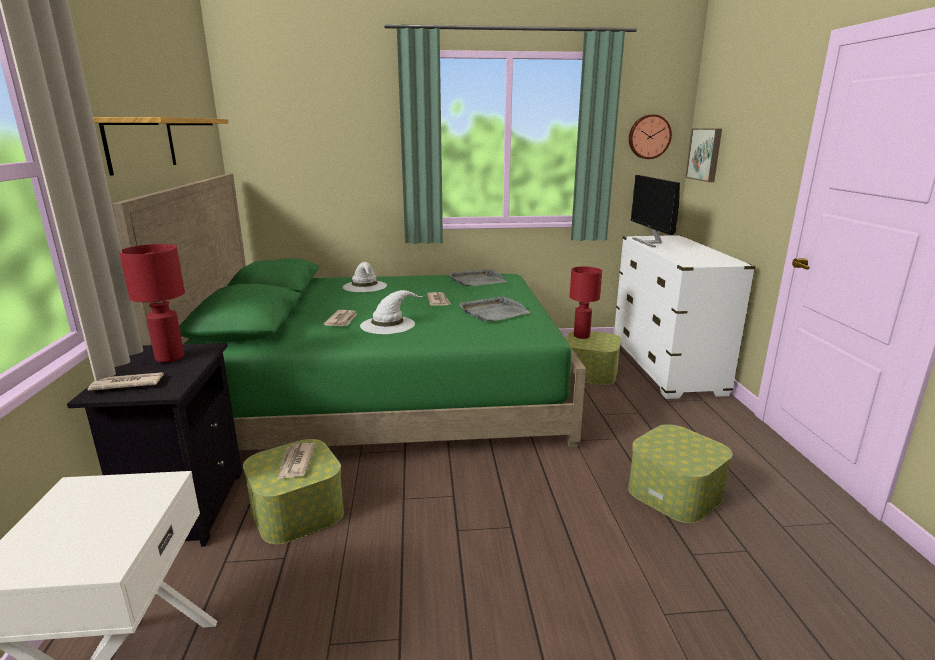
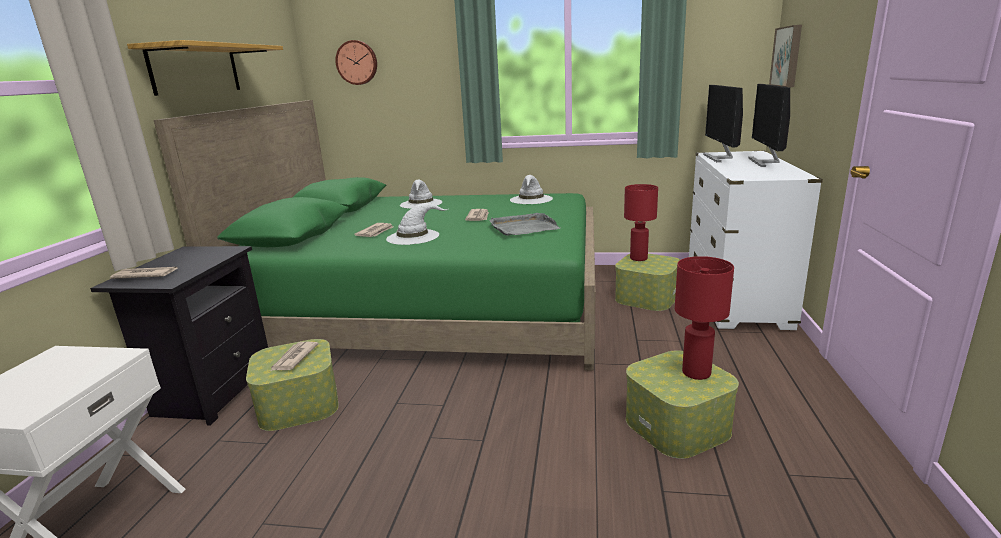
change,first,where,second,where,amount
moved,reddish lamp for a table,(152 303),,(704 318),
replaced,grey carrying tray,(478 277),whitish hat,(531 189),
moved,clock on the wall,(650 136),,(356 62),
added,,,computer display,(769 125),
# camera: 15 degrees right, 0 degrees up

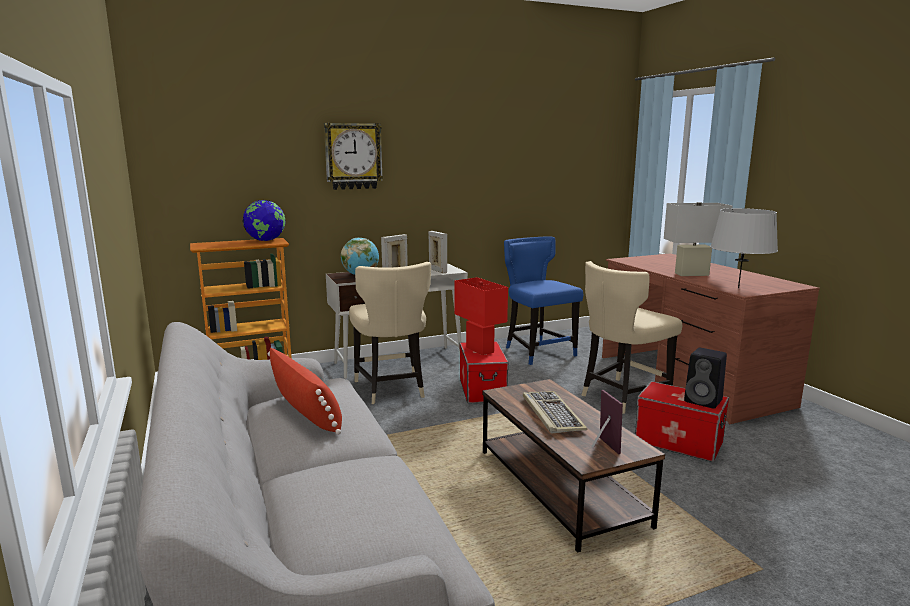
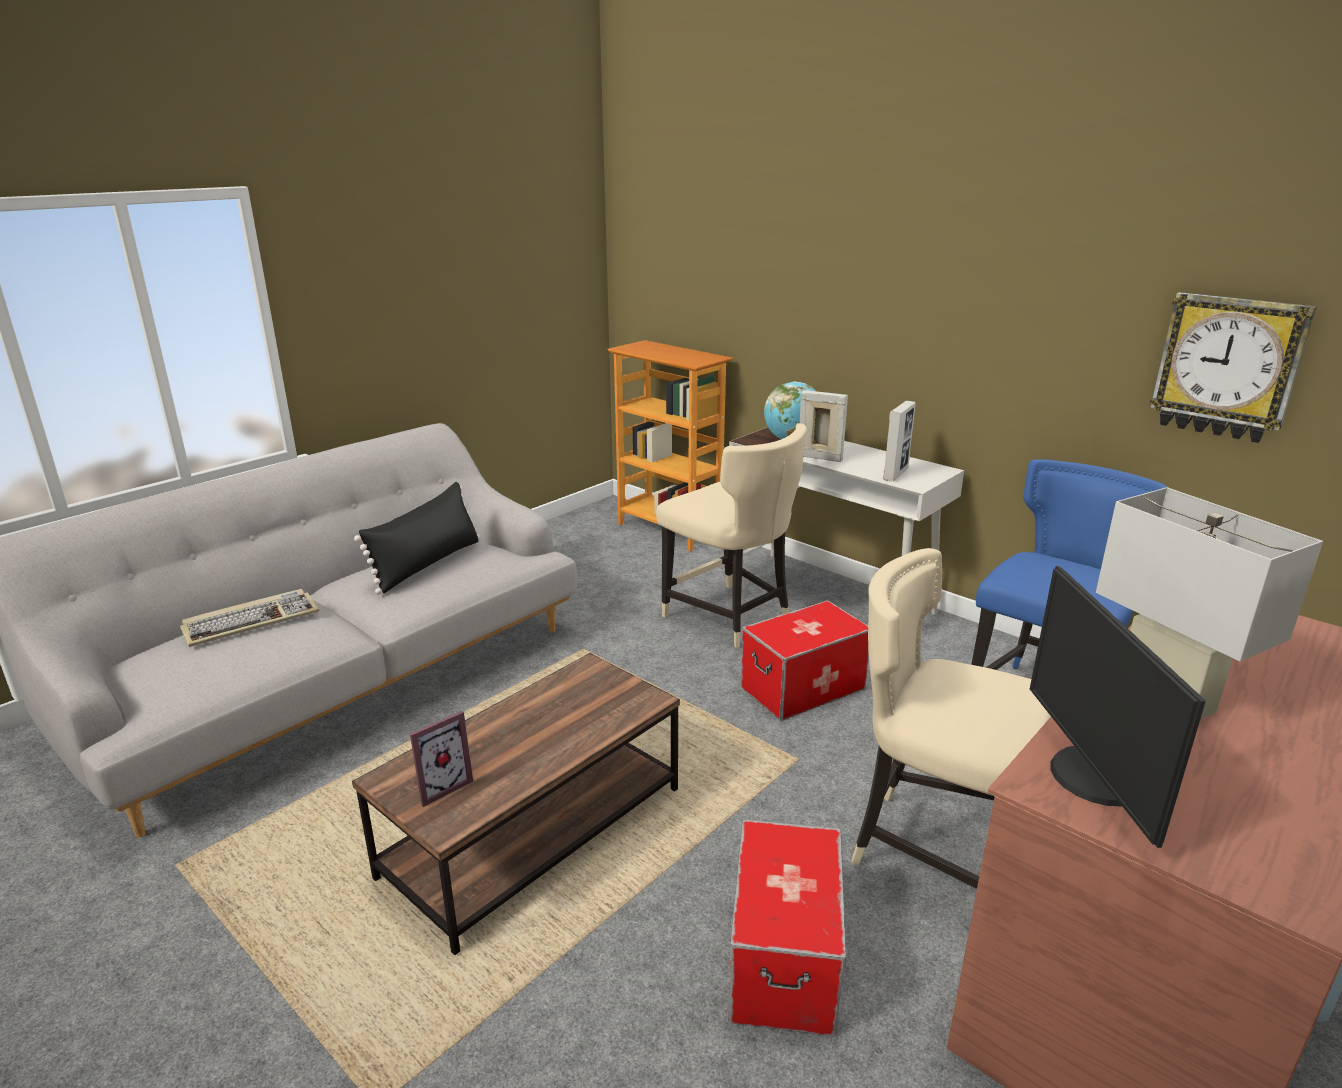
change,first,where,second,where,amount
removed,globe,(264 220),,,
recoloured,reddish cushion,(305 391),black cushion,(417 538),
moved,clock on the wall,(353 156),,(1233 367),
turned,beige chair,(390 333),,(731 535),90 degrees counterclockwise
removed,reddish lamp for a table,(481 316),,,
moved,PC keyboard,(555 412),,(249 618),
removed,black loudspeaker,(705 378),,,
replaced,grey lamp for a table,(744 248),computer display,(1118 707),
# camera: 65 degrees right, 10 degrees up

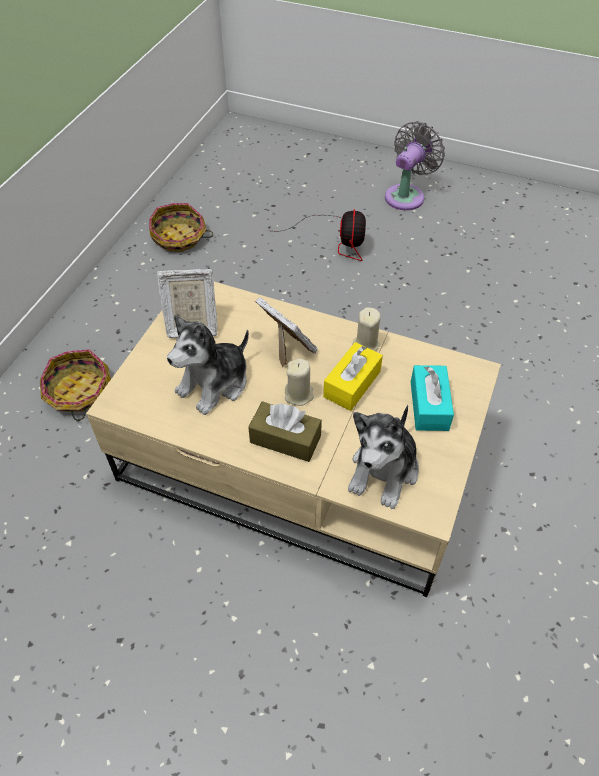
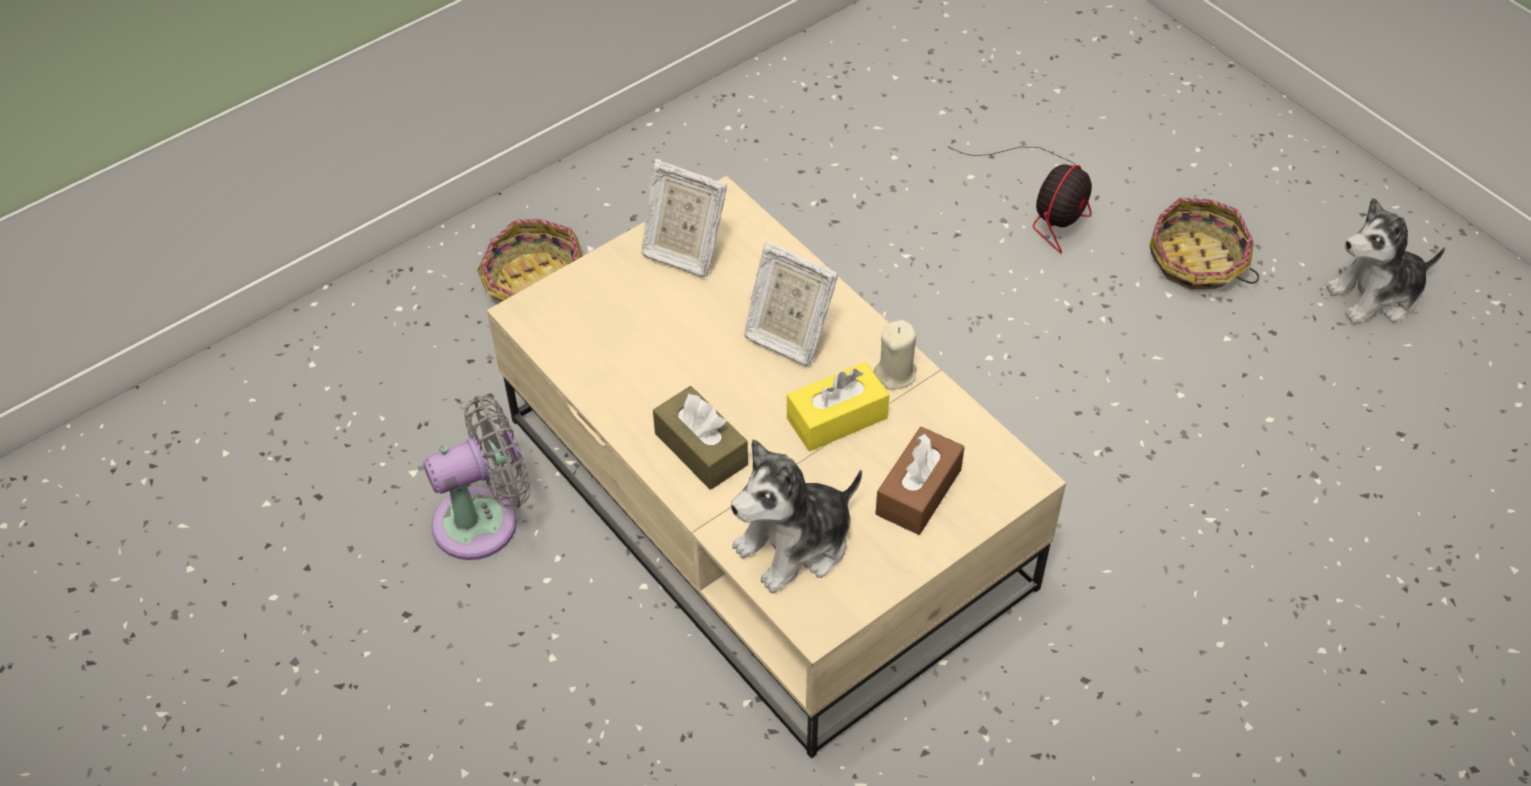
change,first,where,second,where,amount
moved,basket,(181 227),,(1204 243),
moved,soft toy,(208 365),,(1385 261),
turned,photo frame,(286 332),,(791 304),135 degrees clockwise
removed,beige wax candle,(299 382),,,
moved,grey electric fan,(415 165),,(477 477),
recoloured,turquoise box of tissues,(432 398),brown box of tissues,(920 481),
# camera: 30 degrees right, 0 degrees up

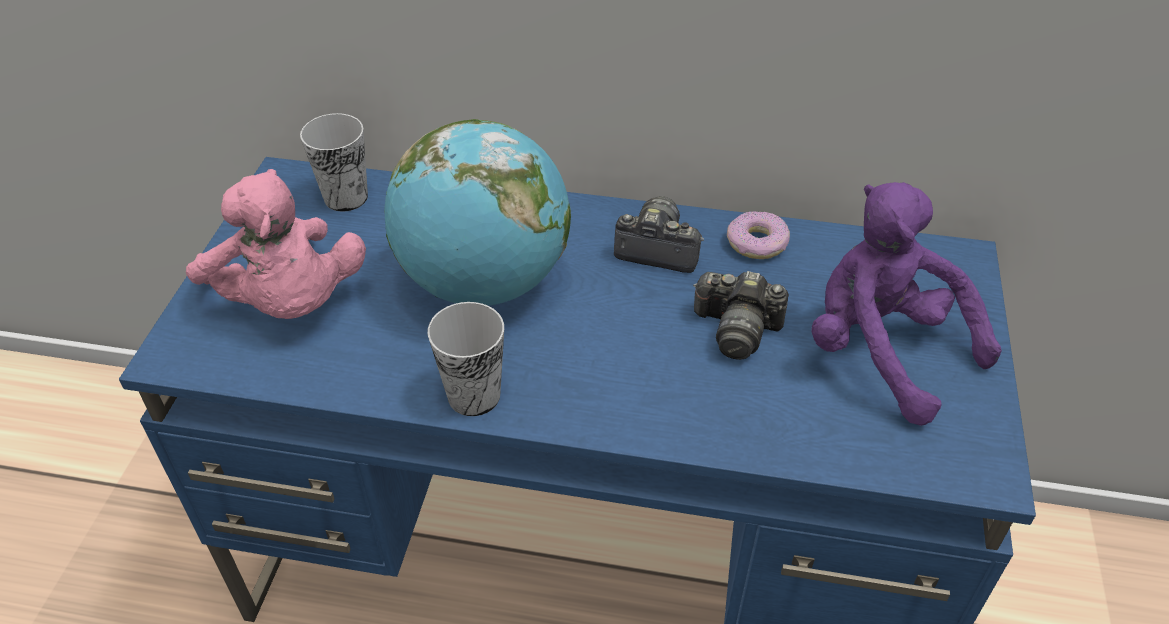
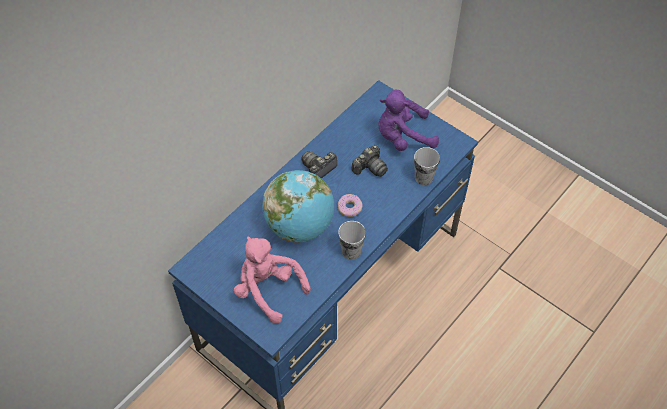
change,first,where,second,where,amount
turned,pink soft toy,(276 244),,(272 280),135 degrees counterclockwise
moved,cup,(334 162),,(427 166),
moved,doughnut,(758 235),,(350 205),
# camera: 60 degrees left, 10 degrees up

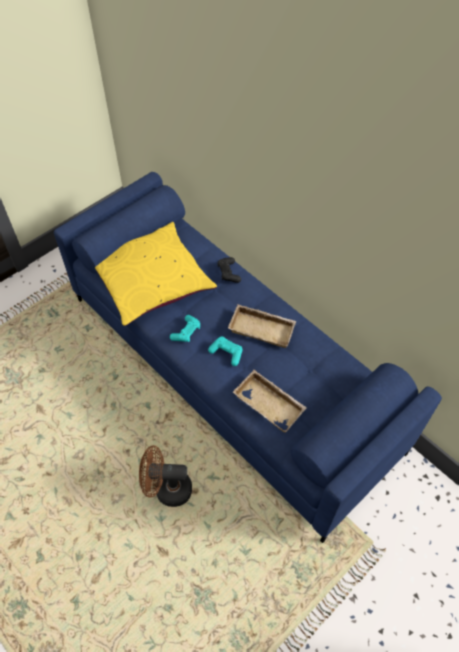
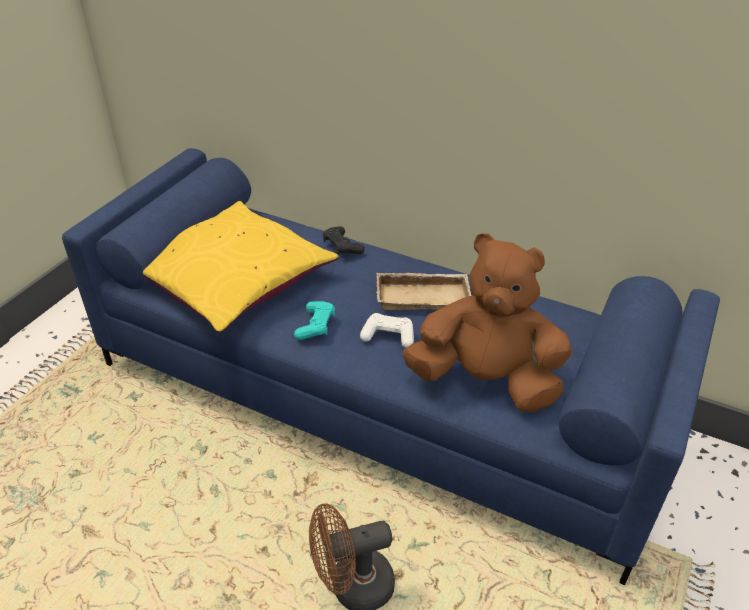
change,first,where,second,where,amount
recoloured,turquoise gamepad,(225 351),whitish gamepad,(387 330),
replaced,beige carrying tray,(270 401),brown soft toy,(487 322),
# camera: 20 degrees left, 15 degrees down

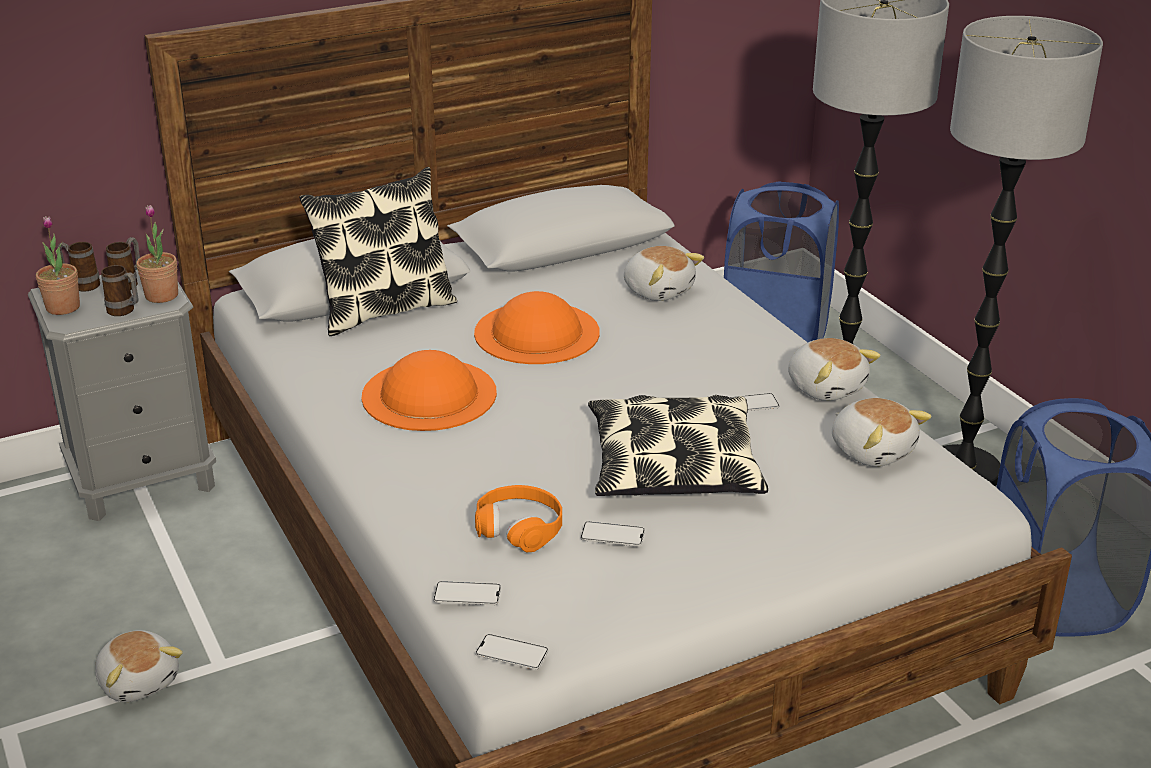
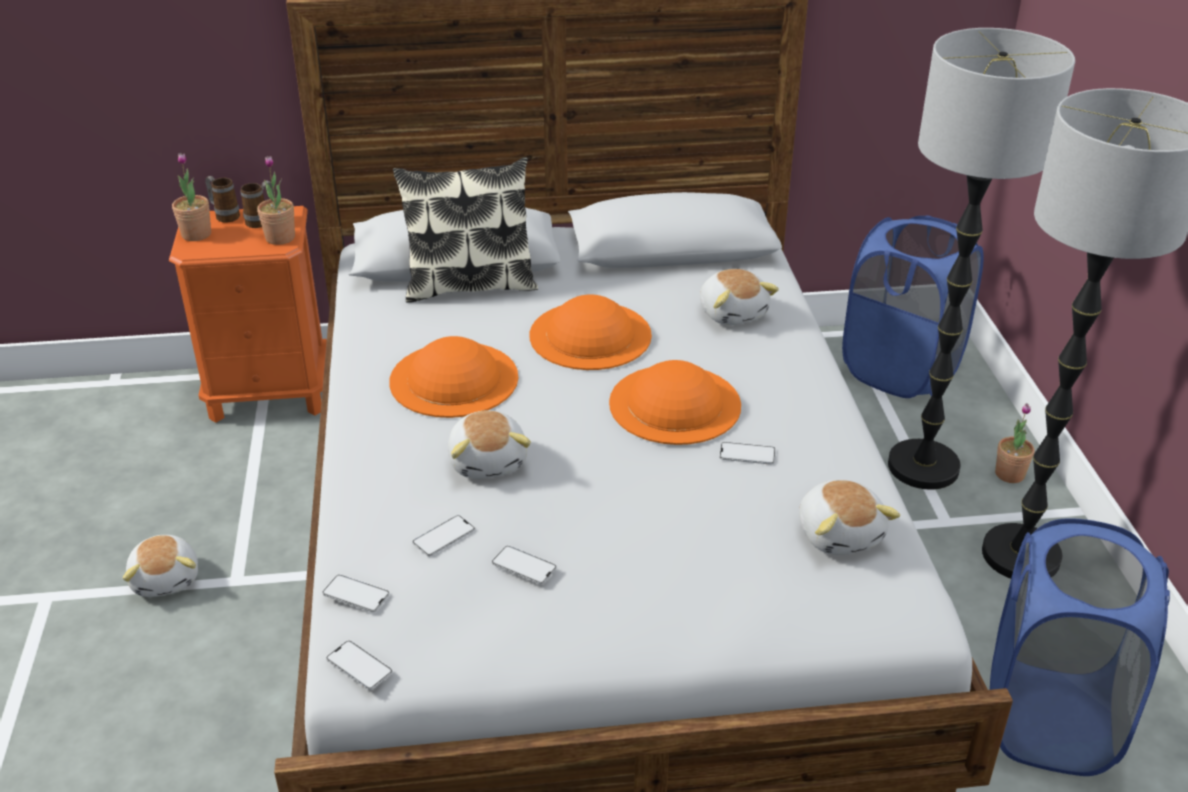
change,first,where,second,where,amount
recoloured,grey nightstand,(122 395),orangey nightstand,(248 314),
removed,mug,(119 290),,,
replaced,orangey pair of headphones,(518 518),telephone,(443 536),
removed,cushion,(678 445),,,
moved,soft toy,(834 369),,(489 444),
added,,,orangey hat,(675 402),
added,,,plant in a pot,(1015 443),
# camera: 20 degrees right, 5 degrees up

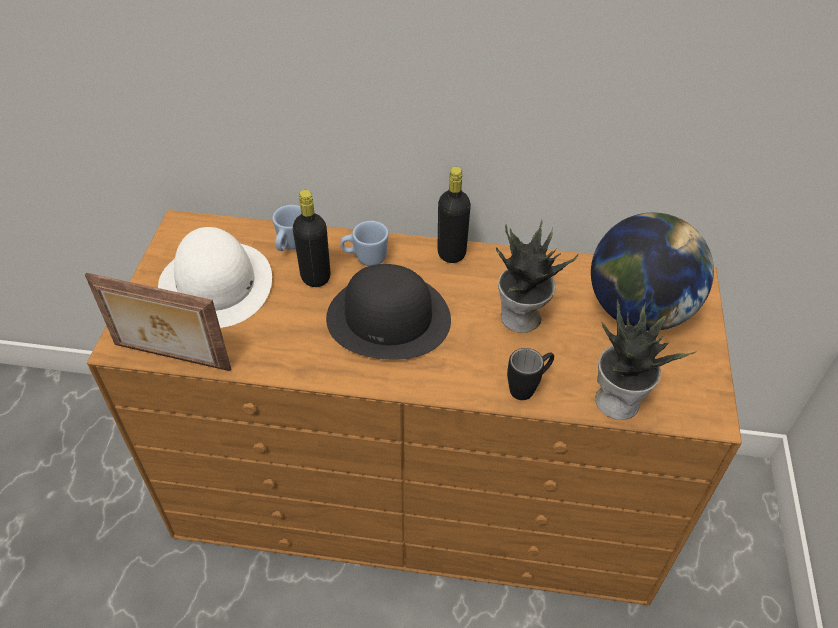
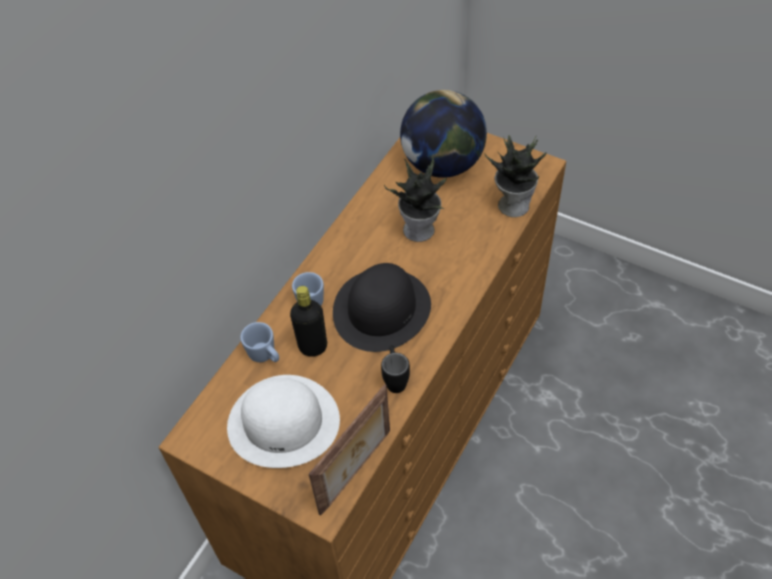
change,first,where,second,where,amount
removed,black bottle,(454 215),,,
moved,black mug,(530 374),,(395 369),
# camera: 65 degrees left, 5 degrees up

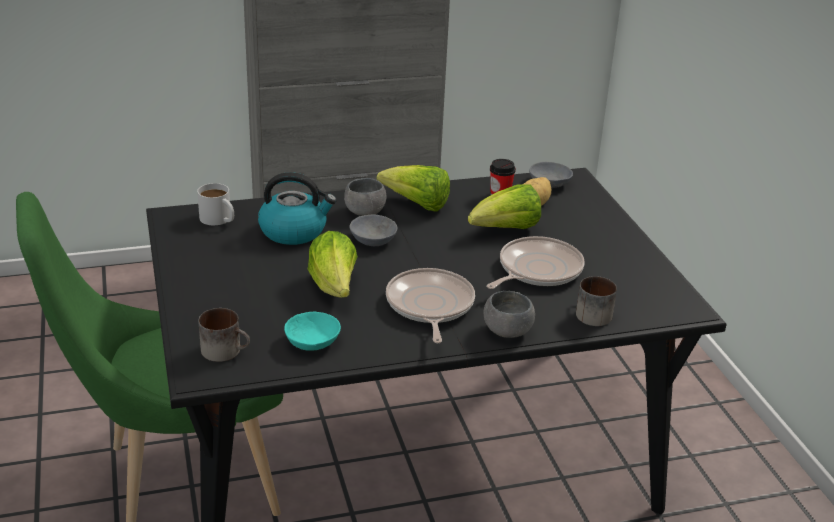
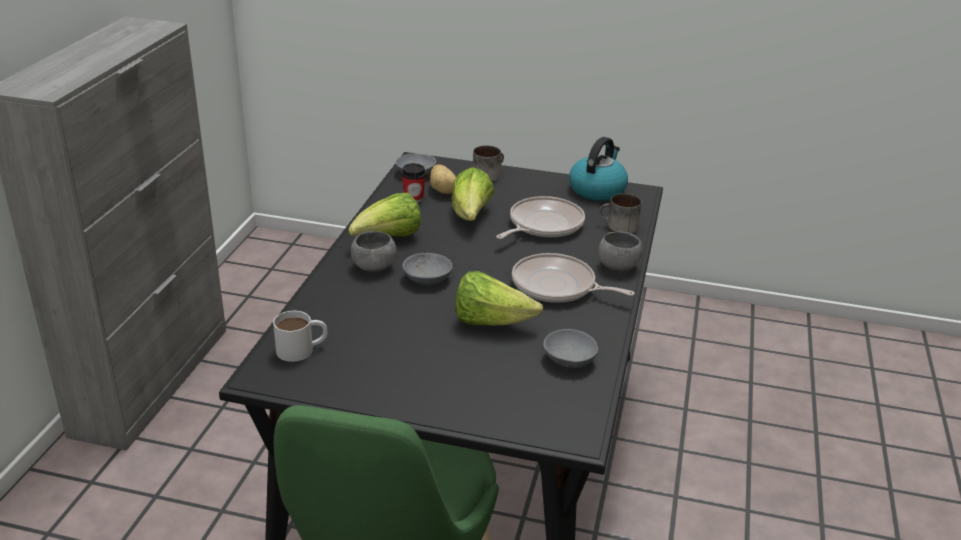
change,first,where,second,where,amount
moved,mug,(224 335),,(488 164),
moved,tea kettle,(297 208),,(598 169),
recoloured,turquoise deep dish,(312 331),grey deep dish,(570 348),
turned,skillet,(536 262),,(540 217),60 degrees clockwise
# camera: 60 degrees left, 0 degrees up

